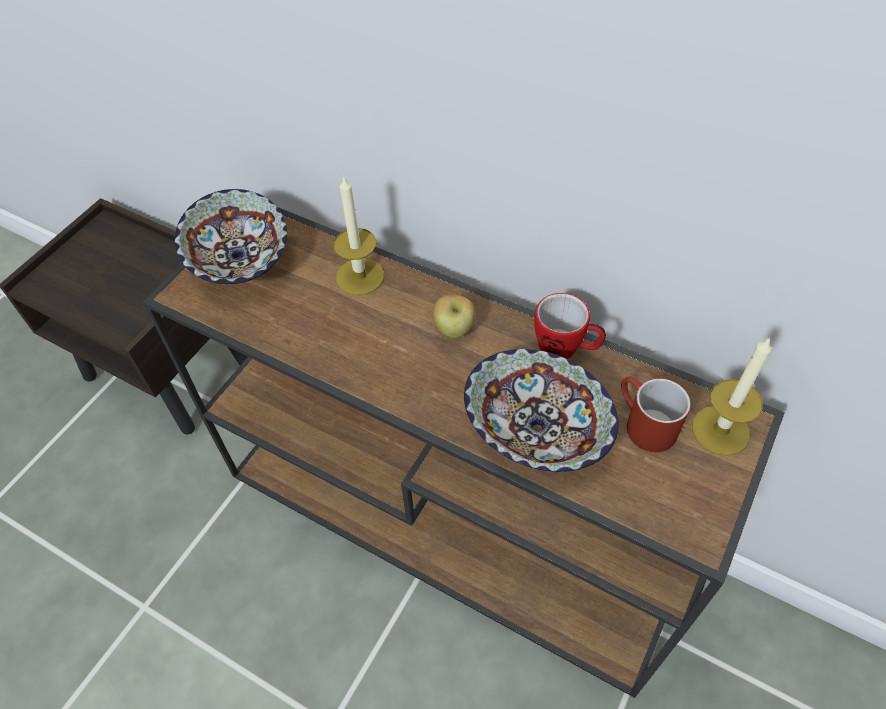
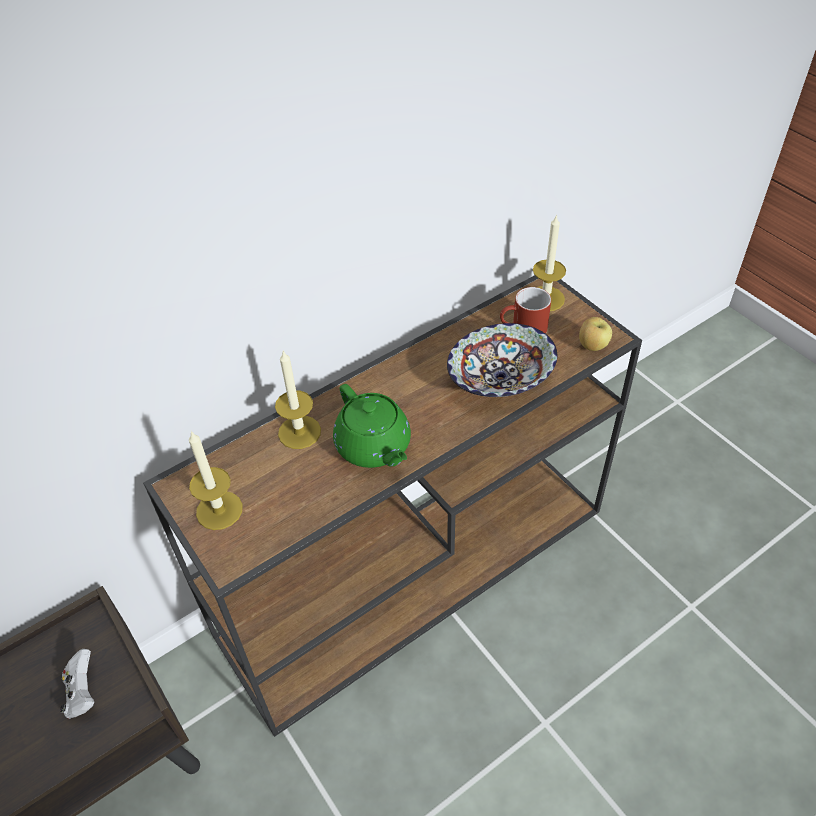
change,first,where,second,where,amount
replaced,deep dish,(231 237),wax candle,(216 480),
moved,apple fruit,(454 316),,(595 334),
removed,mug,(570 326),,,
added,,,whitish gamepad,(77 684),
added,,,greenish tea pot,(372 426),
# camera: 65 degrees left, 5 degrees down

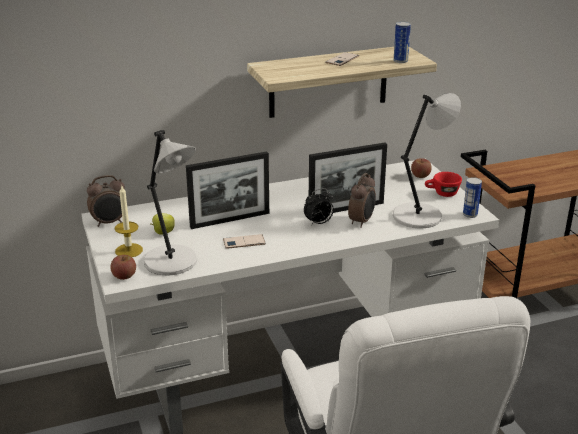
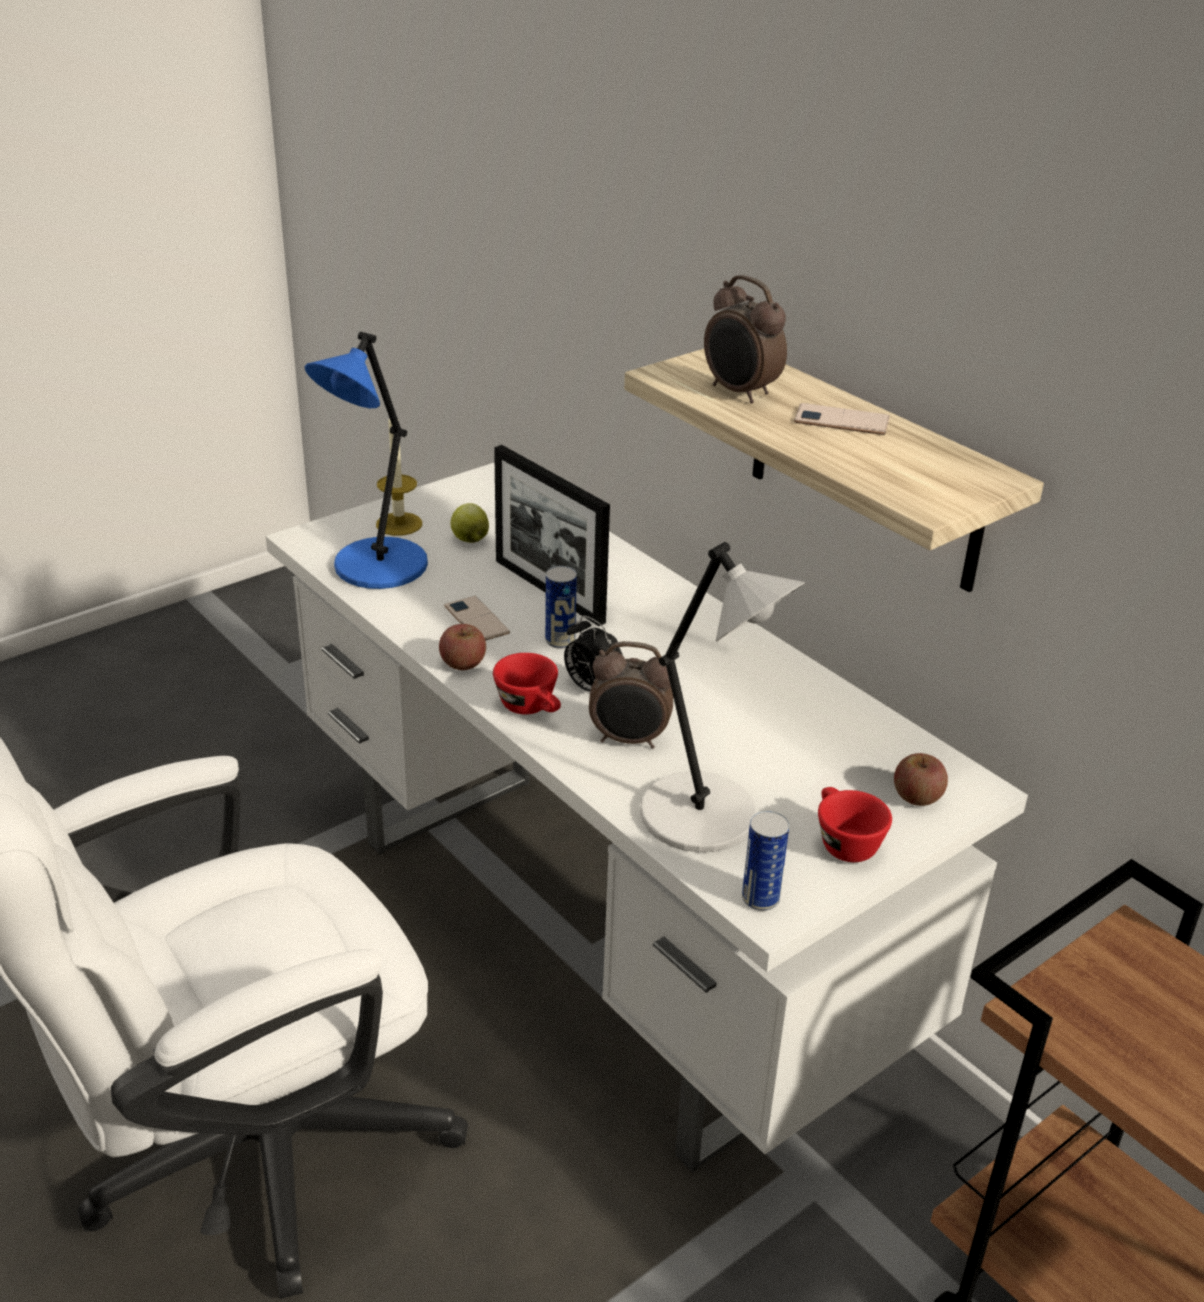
change,first,where,second,where,amount
moved,bedside clock,(106 201),,(745 339),
moved,apple fruit,(123 267),,(462 647),
recoloured,grey lamp for a table,(170 202),blue-coloured lamp for a table,(366 460),
removed,photo frame,(348 178),,,
moved,sealed can,(402 42),,(561 607),
added,,,reddish cup,(527 683),
# camera: 70 degrees right, 5 degrees up

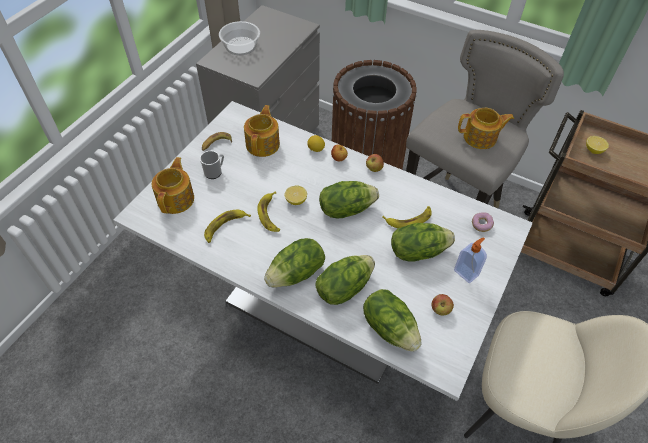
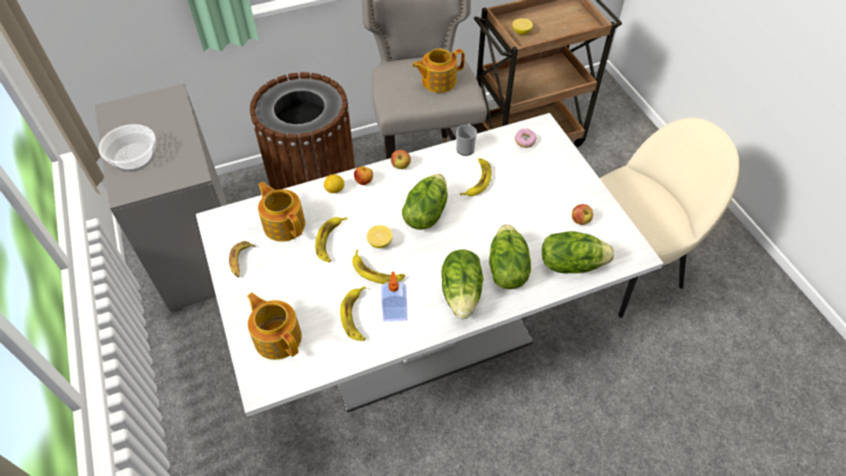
change,first,where,second,where,amount
moved,mug,(212 165),,(466 140),
removed,lettuce head,(423 242),,,
moved,soap dispenser,(470 260),,(394 296),
turned,tea pot,(486 128),,(438 71),150 degrees counterclockwise
added,,,banana,(331 239),
# camera: 50 degrees left, 0 degrees up

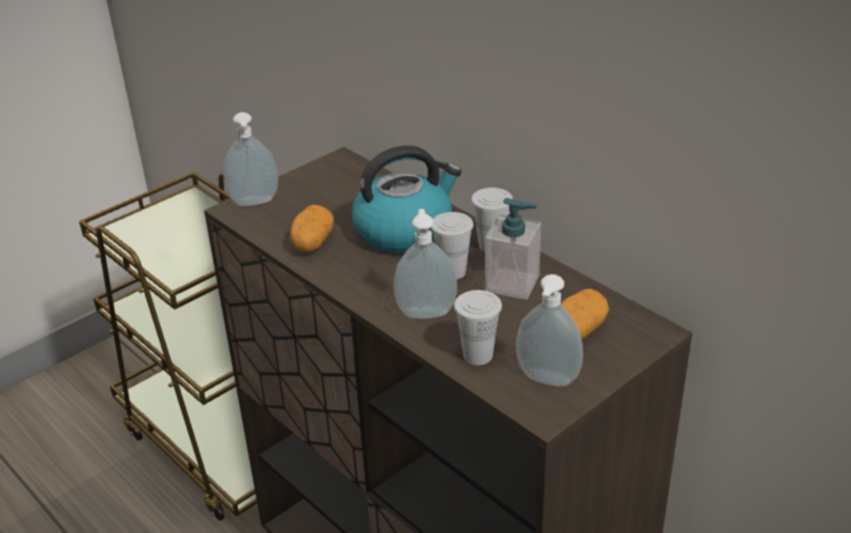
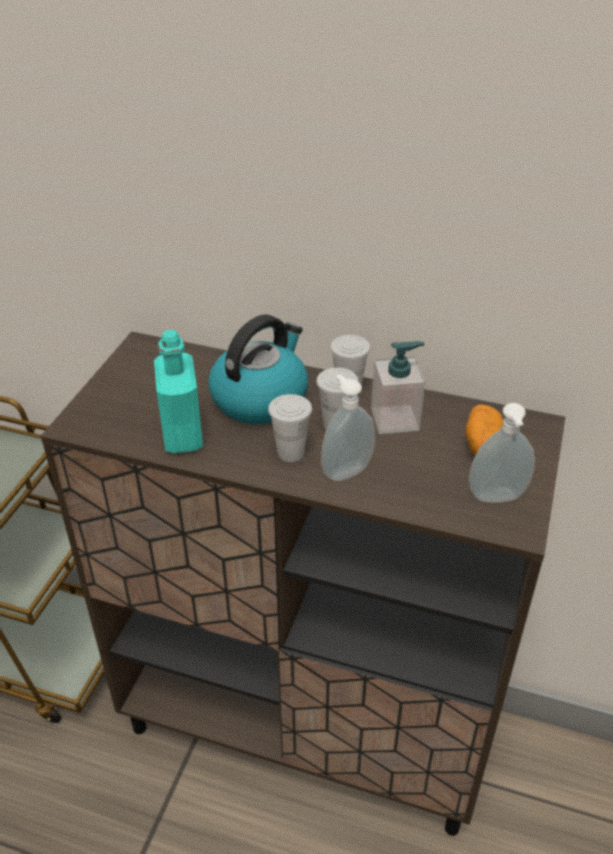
change,first,where,second,where,amount
removed,soap dispenser,(250 159),,,
replaced,potato,(312 228),turquoise bottle,(178 391),
moved,whitish cup,(478 327),,(290 428),
# camera: 30 degrees left, 5 degrees up

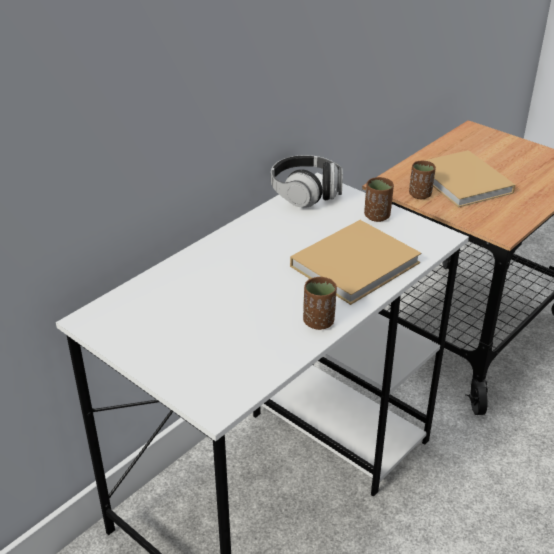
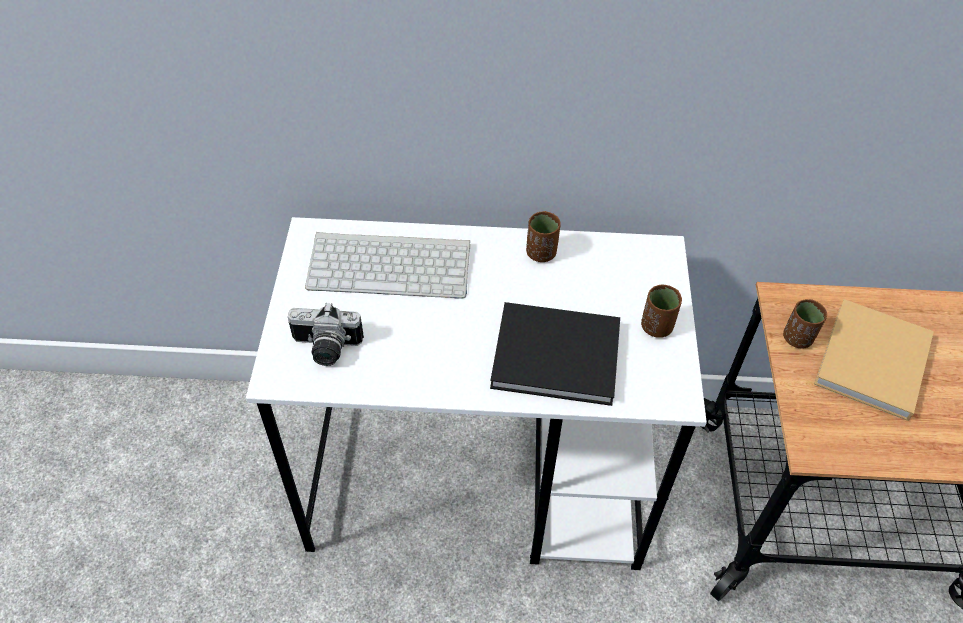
change,first,where,second,where,amount
removed,pair of headphones,(307 181),,,
recoloured,beige bound book,(355 262),black bound book,(555 354),
moved,brown cup,(320 303),,(543 236),
added,,,photo camera,(326 334),
added,,,PC keyboard,(387 265),
# camera: 50 degrees right, 15 degrees up

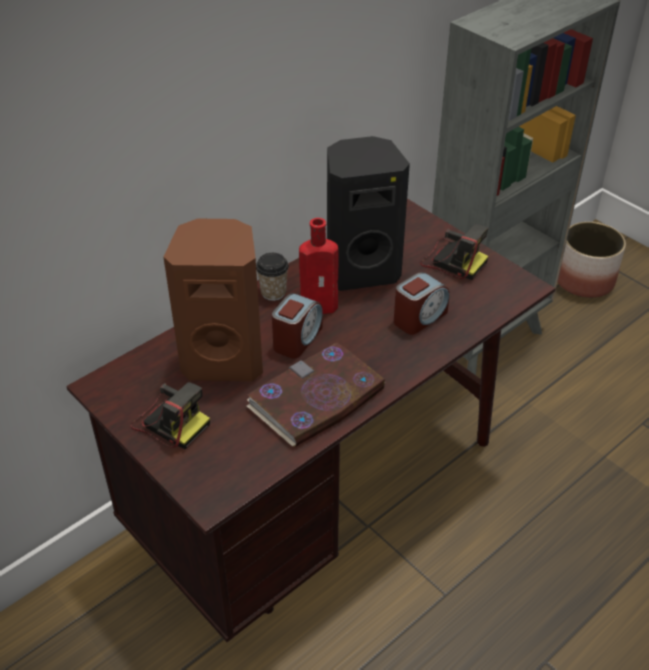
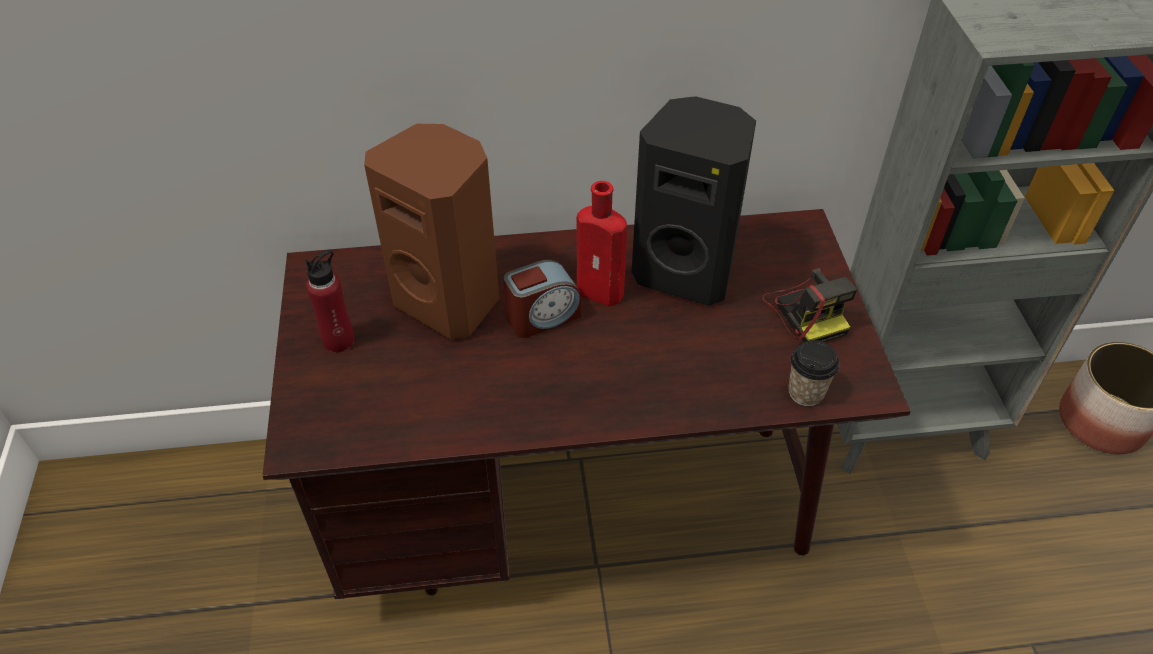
change,first,where,second,where,amount
replaced,photo camera,(170 415),reddish bottle,(330 301),
removed,bound book,(316 395),,,
moved,cup,(272 277),,(813 373),
removed,bedside clock,(422 303),,,
# camera: 35 degrees right, 5 degrees up

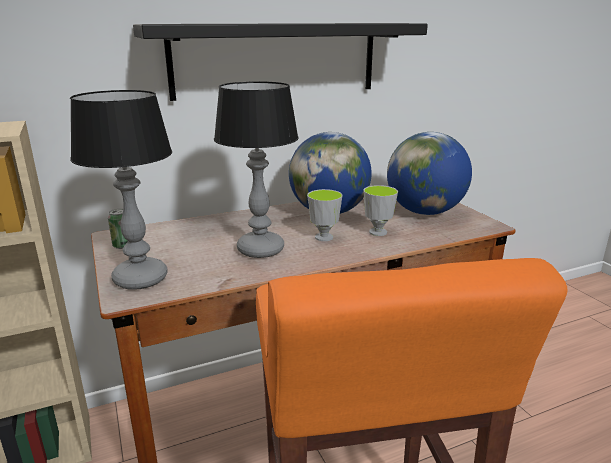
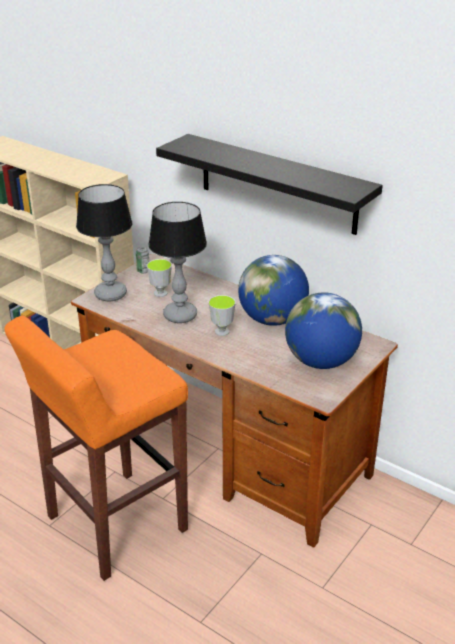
change,first,where,second,where,amount
moved,cup,(380 210),,(159 278),
# camera: 60 degrees right, 10 degrees up

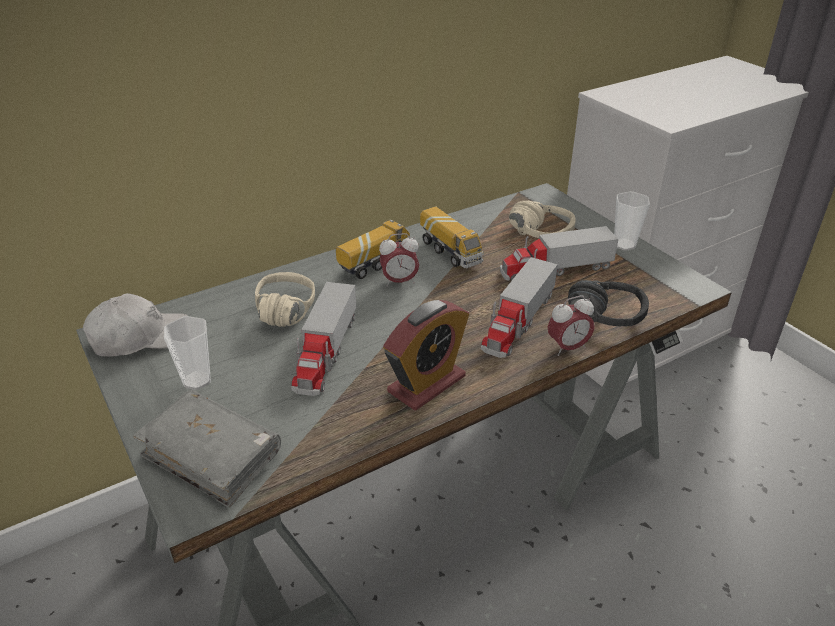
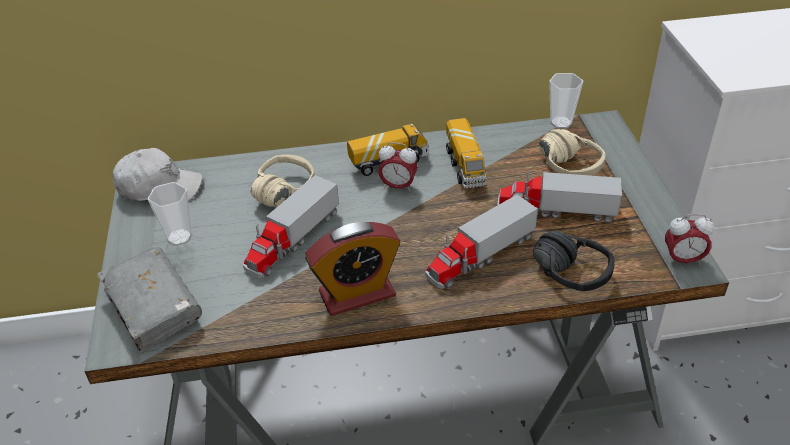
change,first,where,second,where,amount
moved,bedside clock,(571 325),,(689 239),
moved,cup,(632 221),,(566 101),
# camera: 25 degrees right, 5 degrees up

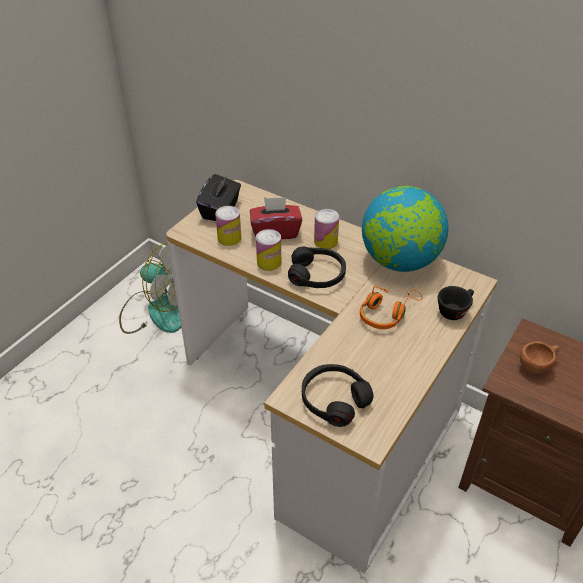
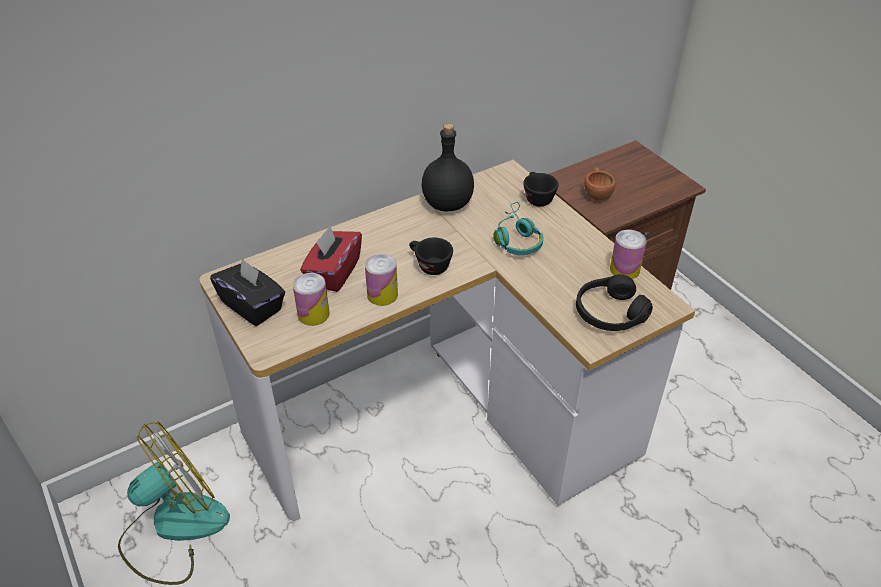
change,first,where,second,where,amount
replaced,black pair of headphones,(317 267),black cup,(431 256),
moved,sealed can,(326 229),,(628 254),
recoloured,orangey pair of headphones,(391 307),turquoise pair of headphones,(518 228),
replaced,globe,(405 229),black bottle,(448 167),
# camera: 65 degrees left, 0 degrees up

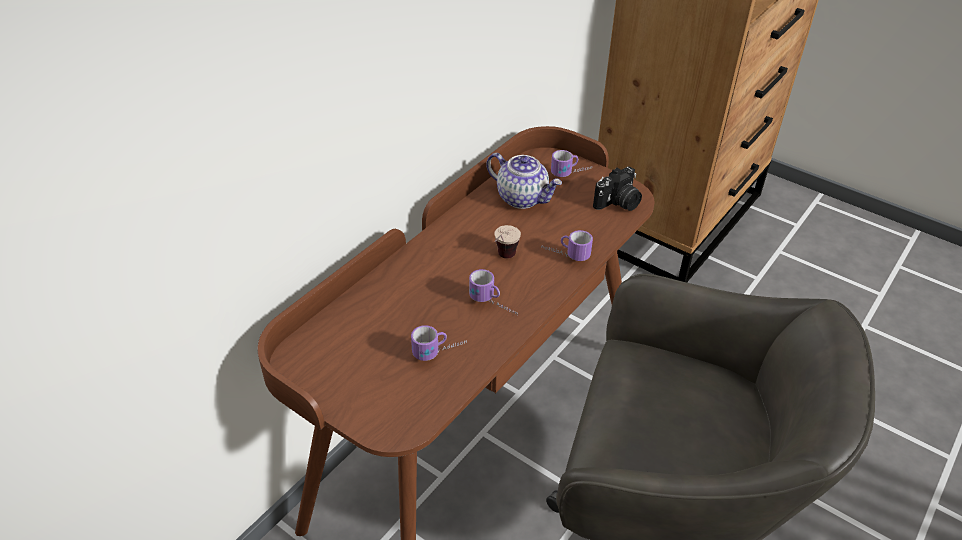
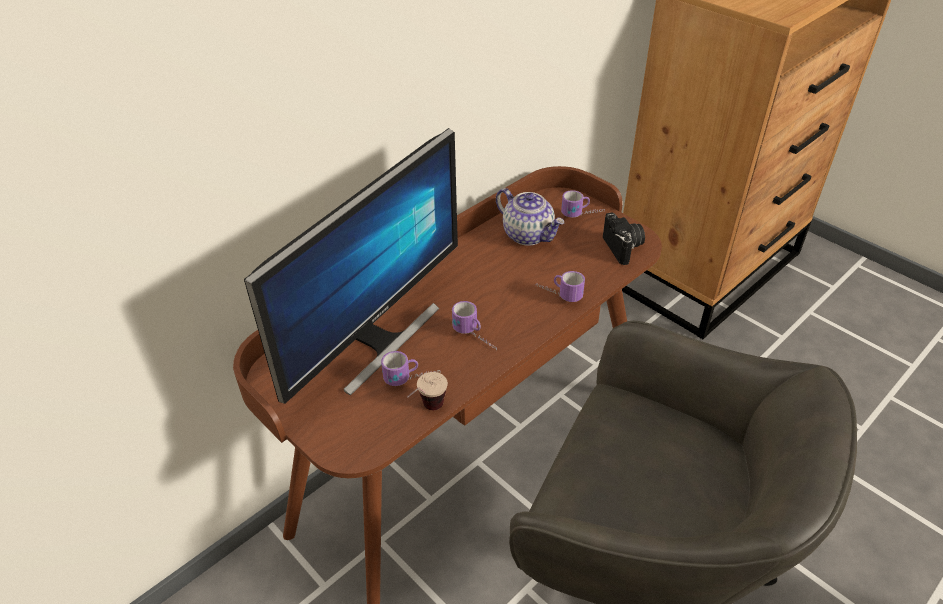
change,first,where,second,where,amount
moved,cup,(507 241),,(427 391),
turned,photo camera,(617 189),,(624 238),75 degrees counterclockwise
added,,,computer display,(351 266),
# camera: 10 degrees right, 0 degrees up

